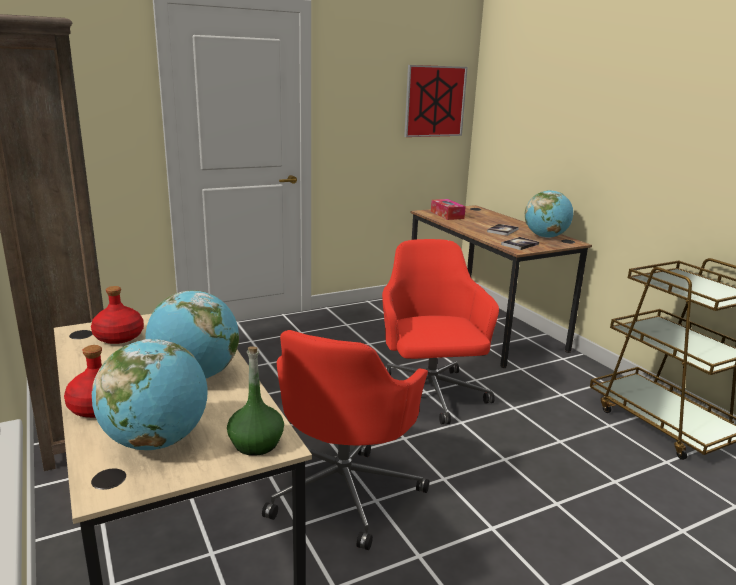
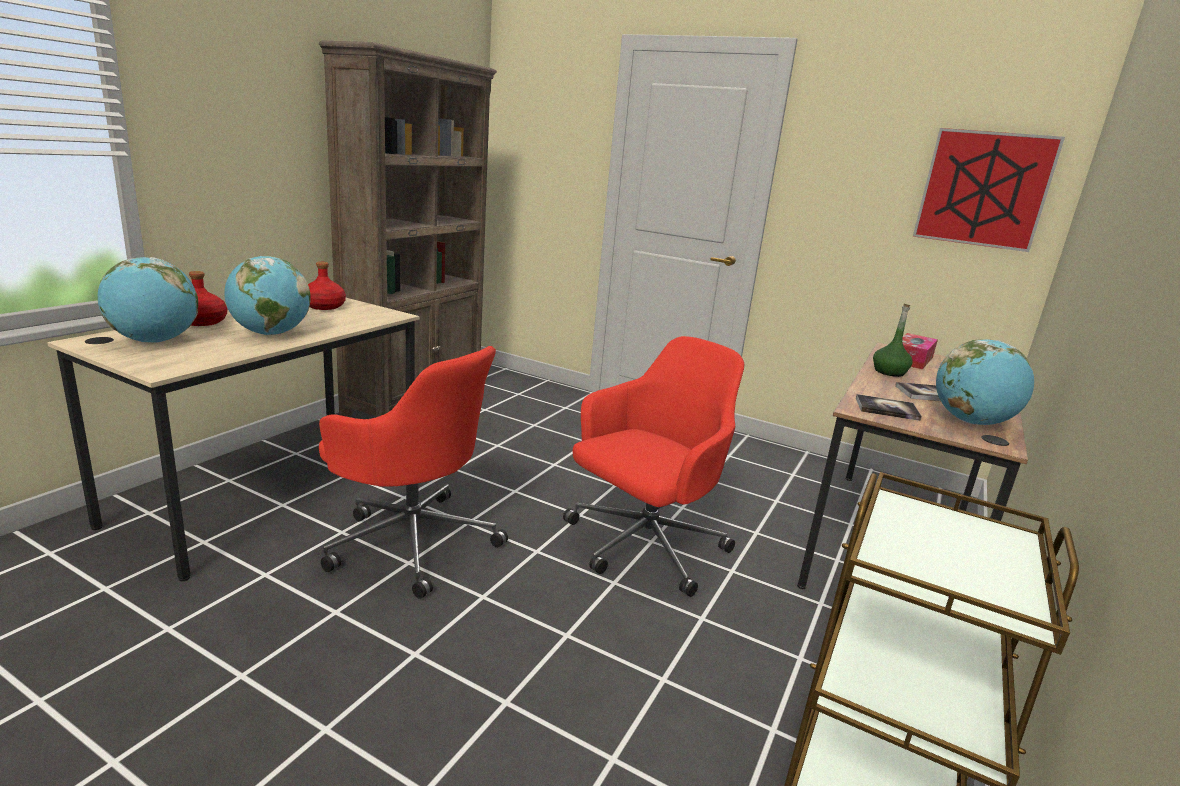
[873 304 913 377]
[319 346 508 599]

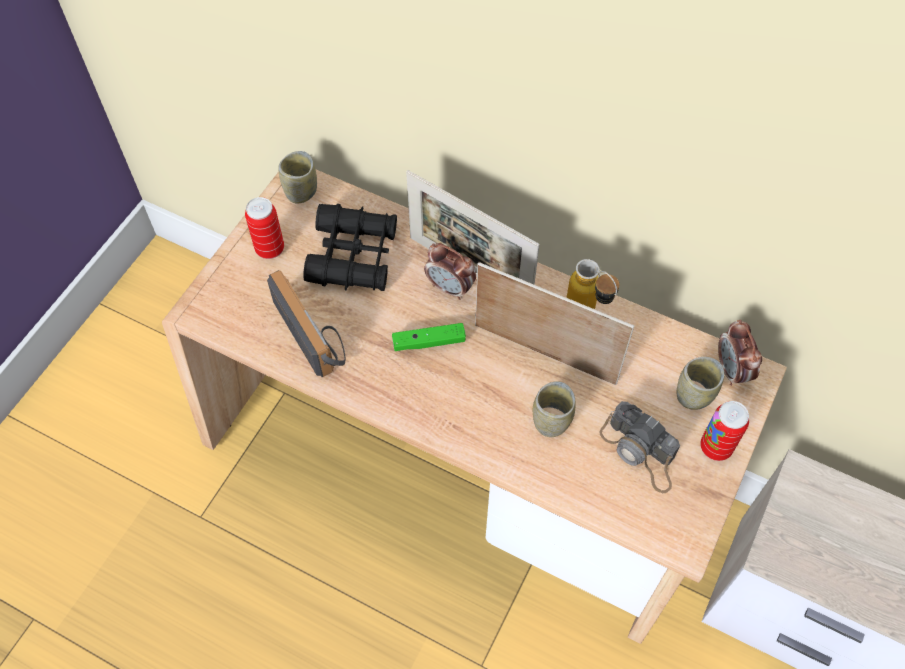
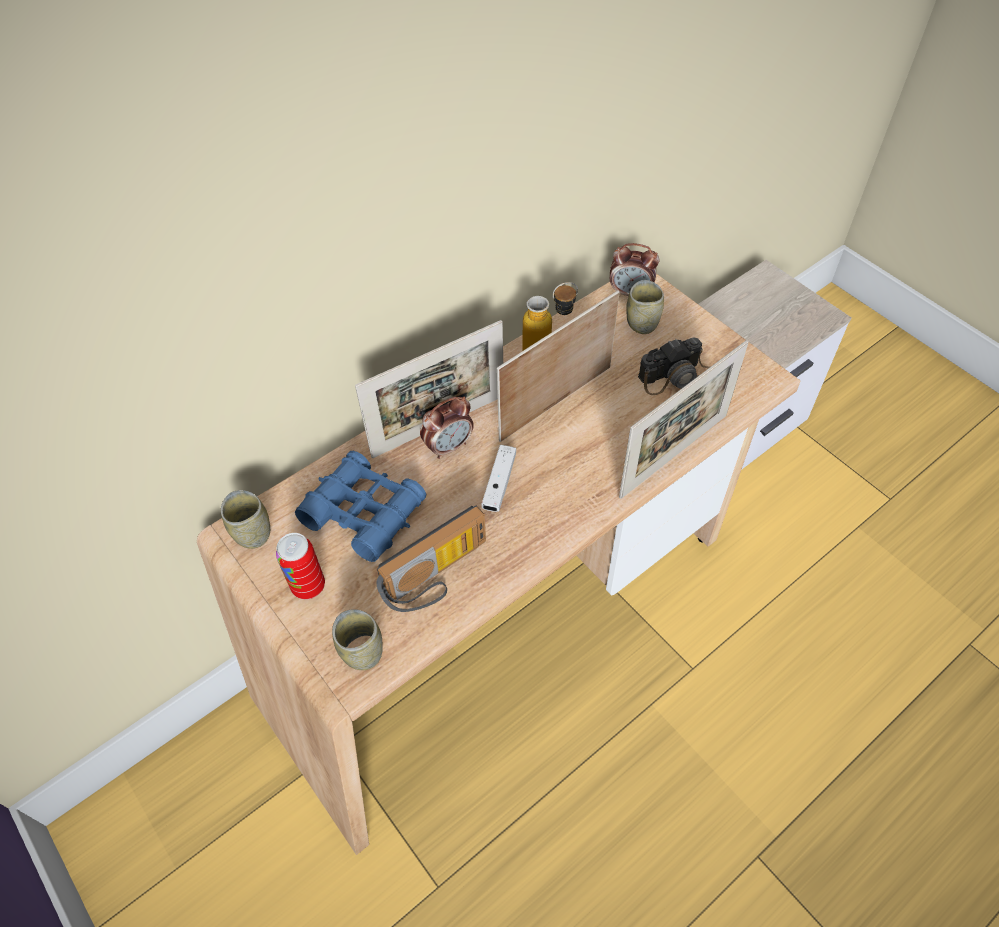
[700 401 749 461] (first image)
[619 340 749 499]
[332 609 383 670]
[295 451 426 562]
[481 445 516 512]
[377 505 486 612]

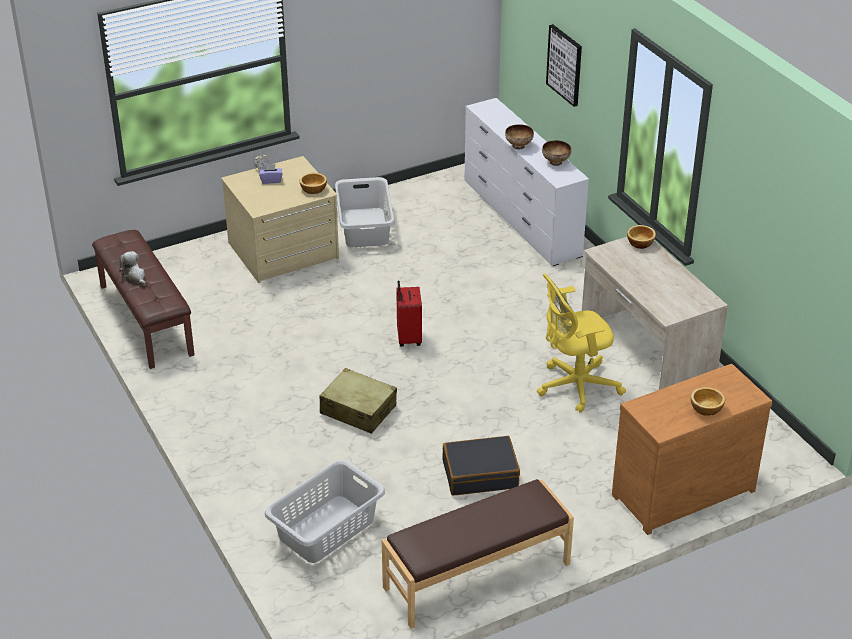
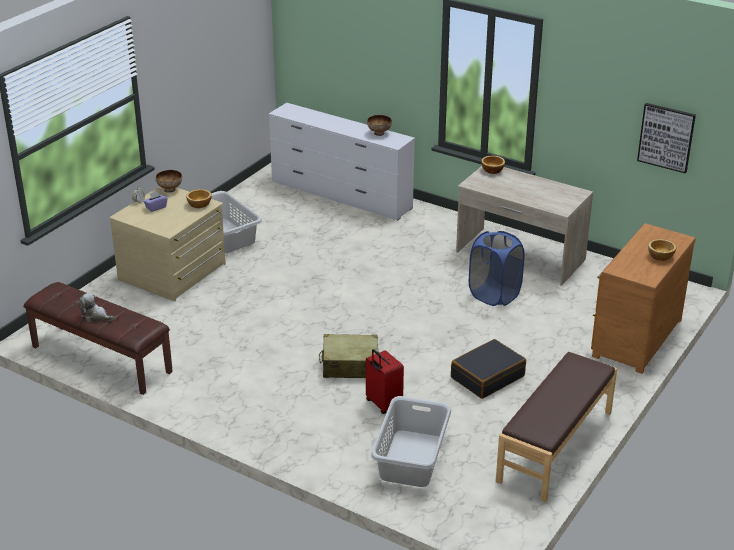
[366 349 404 414]
[156 170 182 193]
[637 103 696 173]
[469 231 524 306]

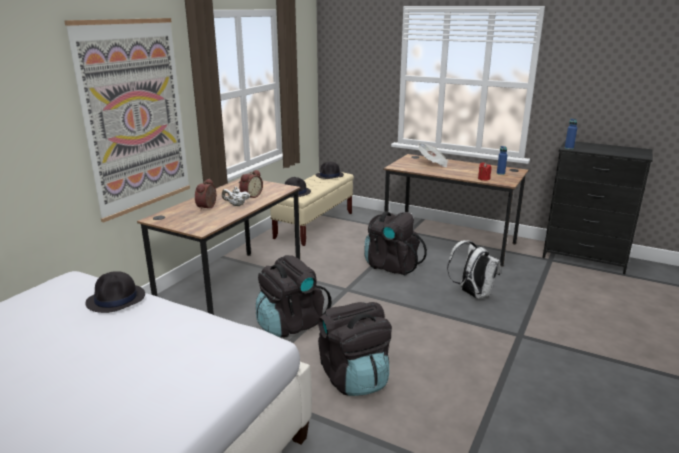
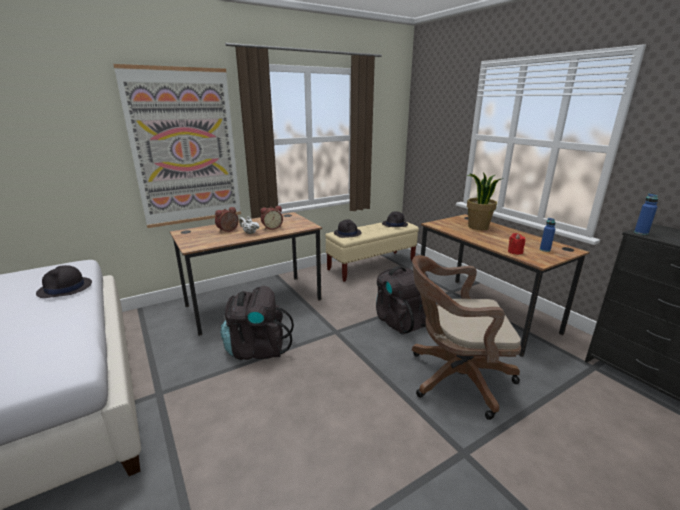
[318 302 392 396] (first image)
[467 172 504 230]
[412 255 521 420]

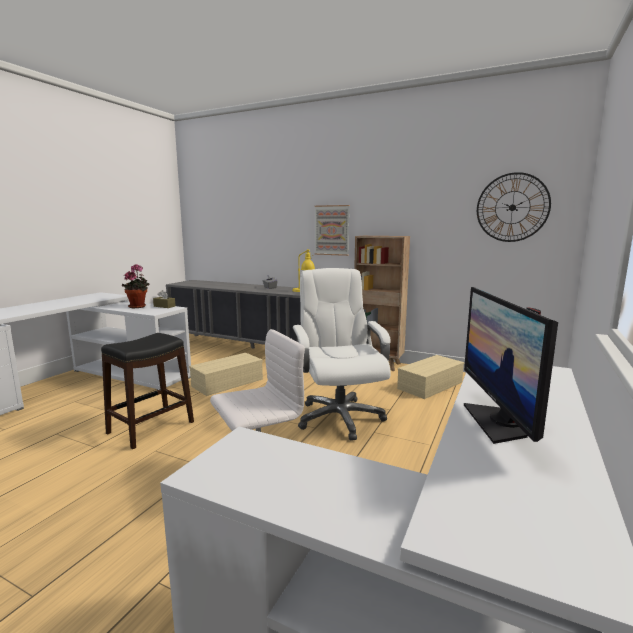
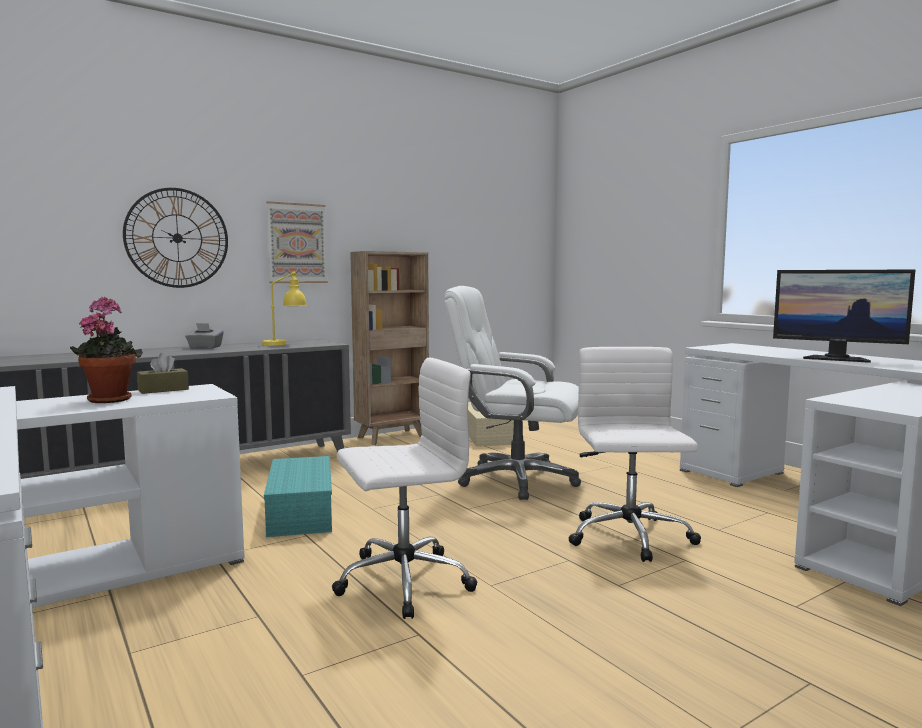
[123 188 228 288]
[332 358 477 619]
[264 456 332 537]

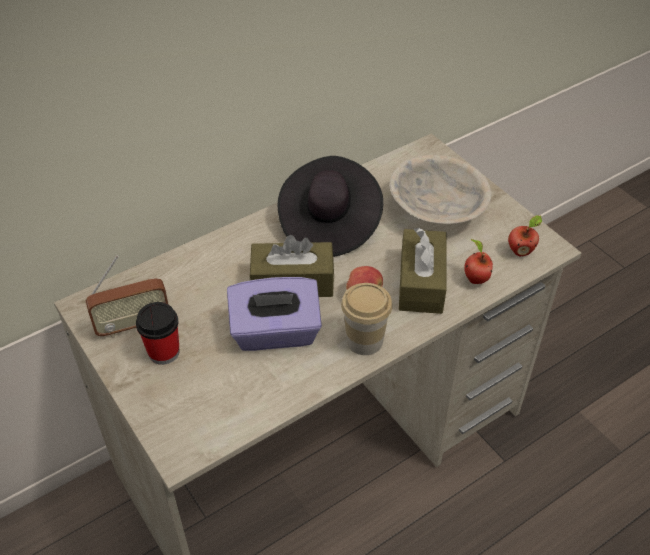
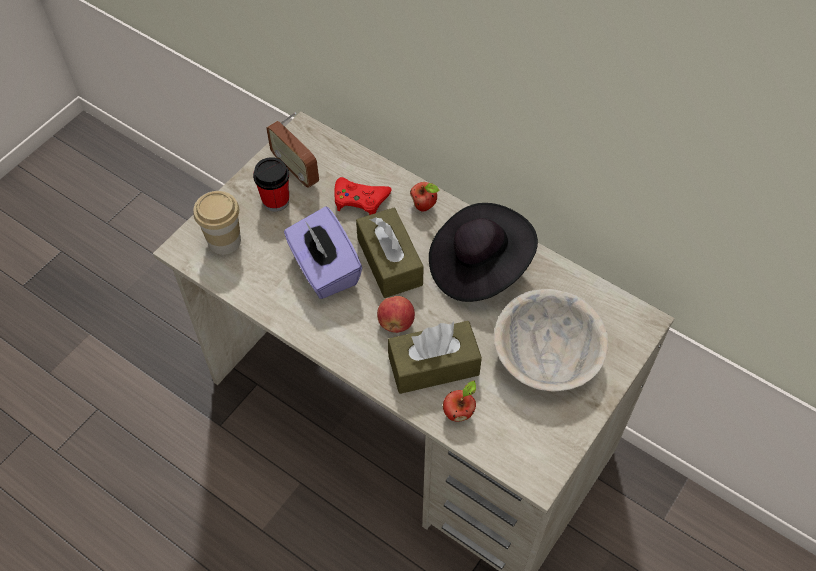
[334 177 392 215]
[194 191 241 255]
[410 182 440 212]

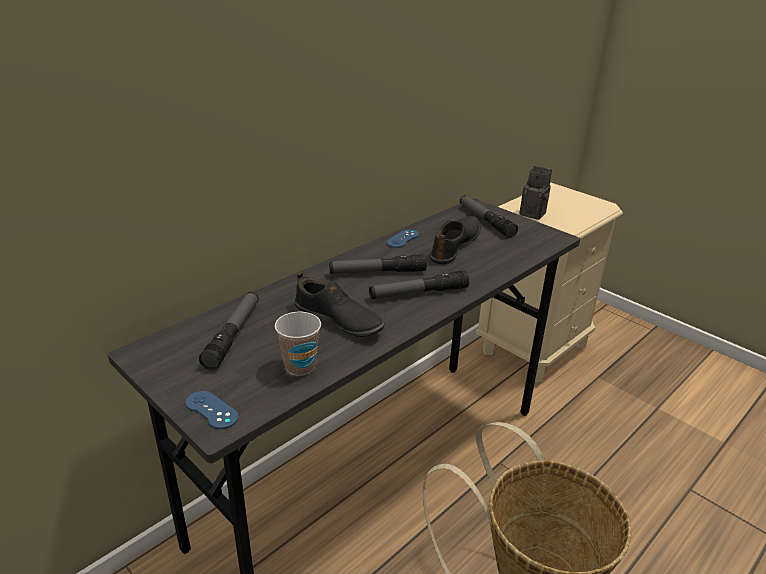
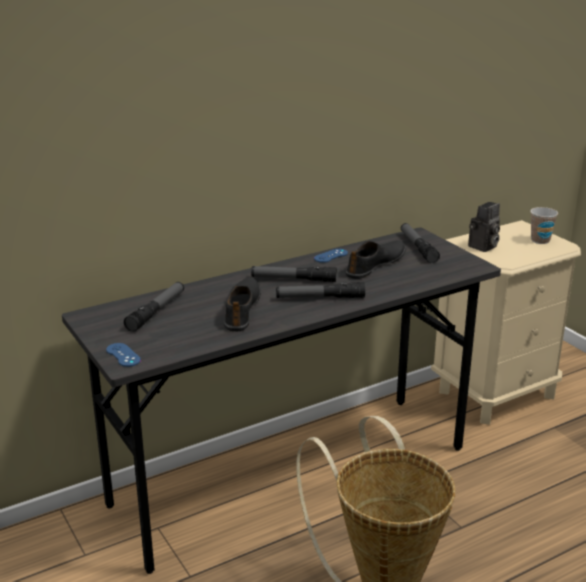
[530 207 558 244]
[224 277 261 331]
[468 202 500 252]

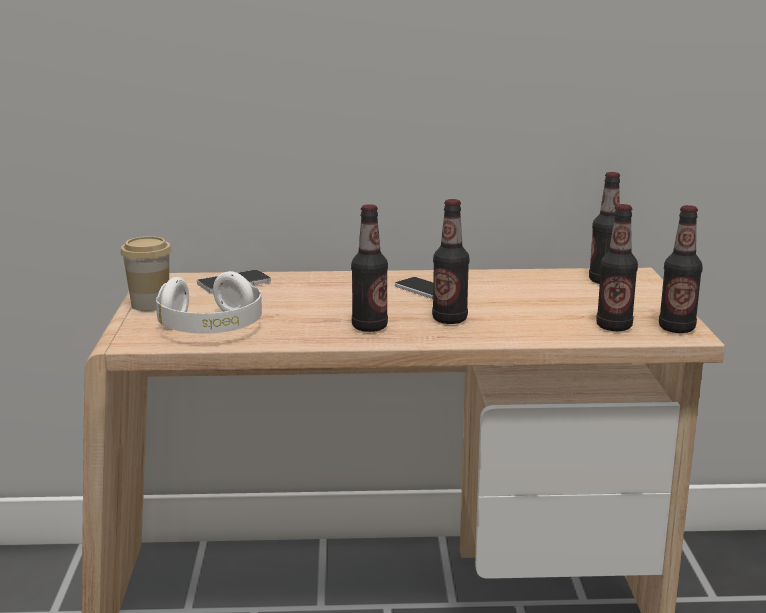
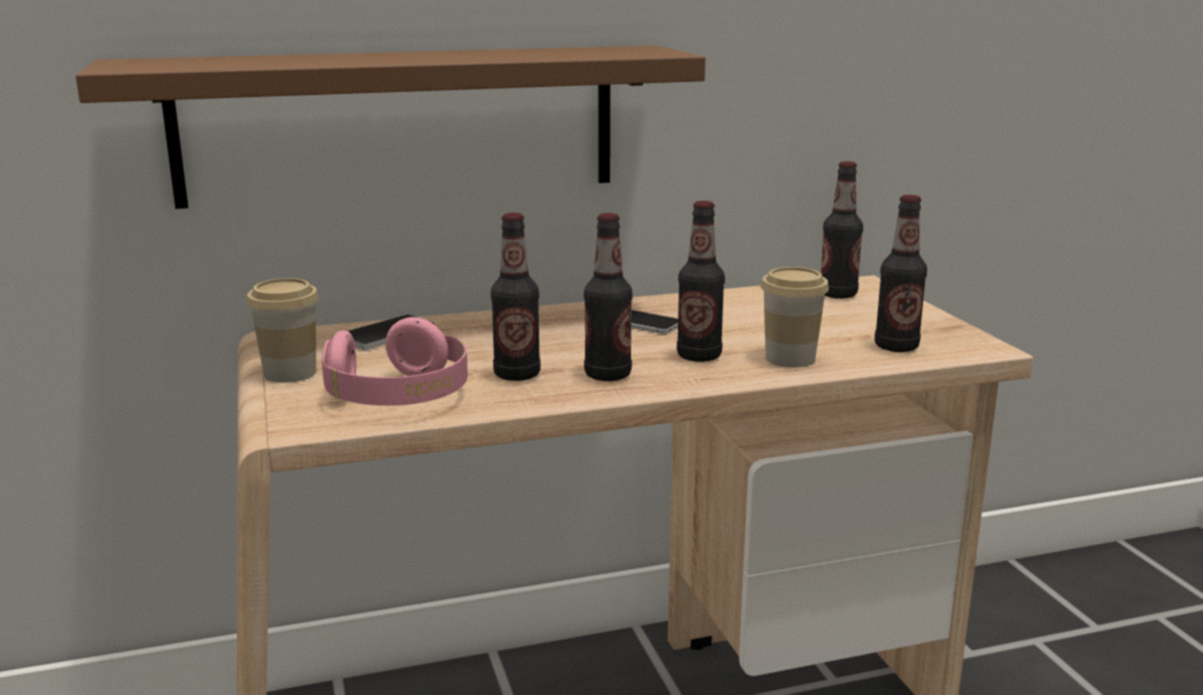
[76 46 705 209]
[761 267 829 367]
[491 213 541 381]
[322 317 468 406]

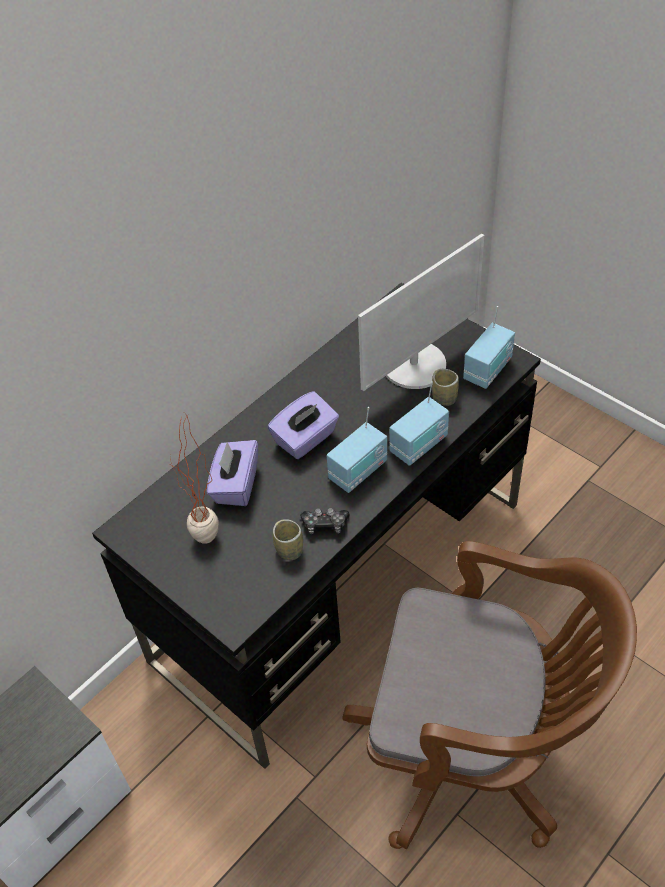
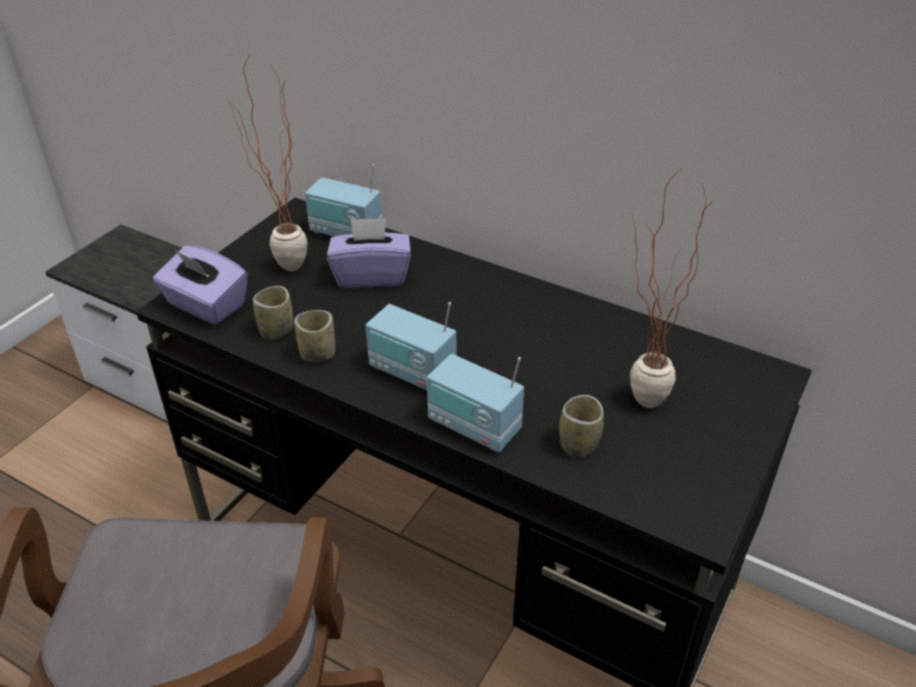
[153 246 247 325]
[305 164 382 237]
[294 310 335 362]
[630 169 713 408]

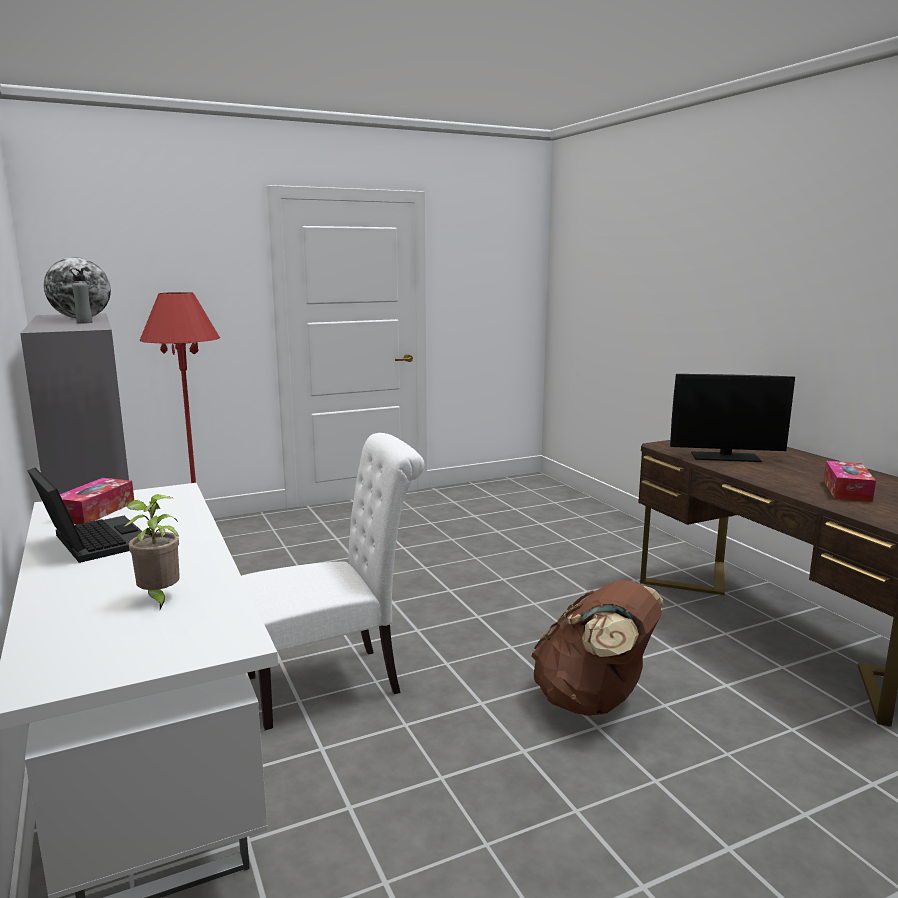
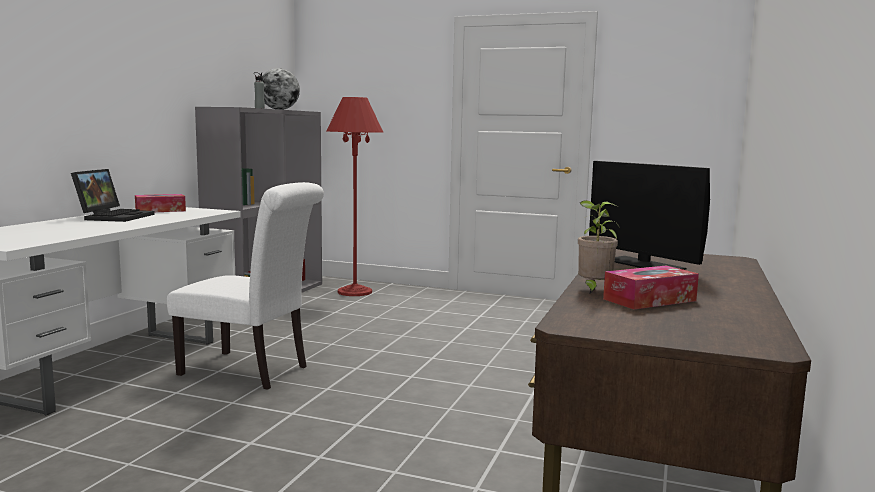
[531 581 664 716] (first image)
[578 200 620 295]

